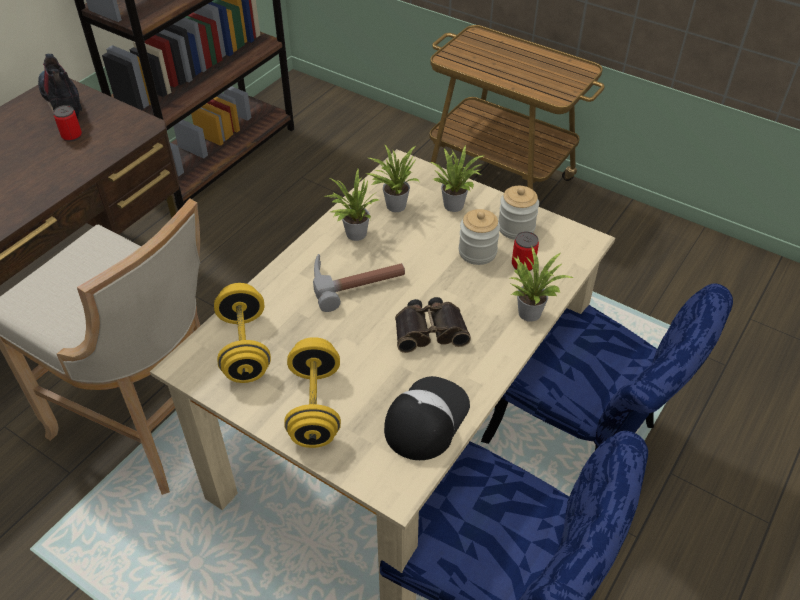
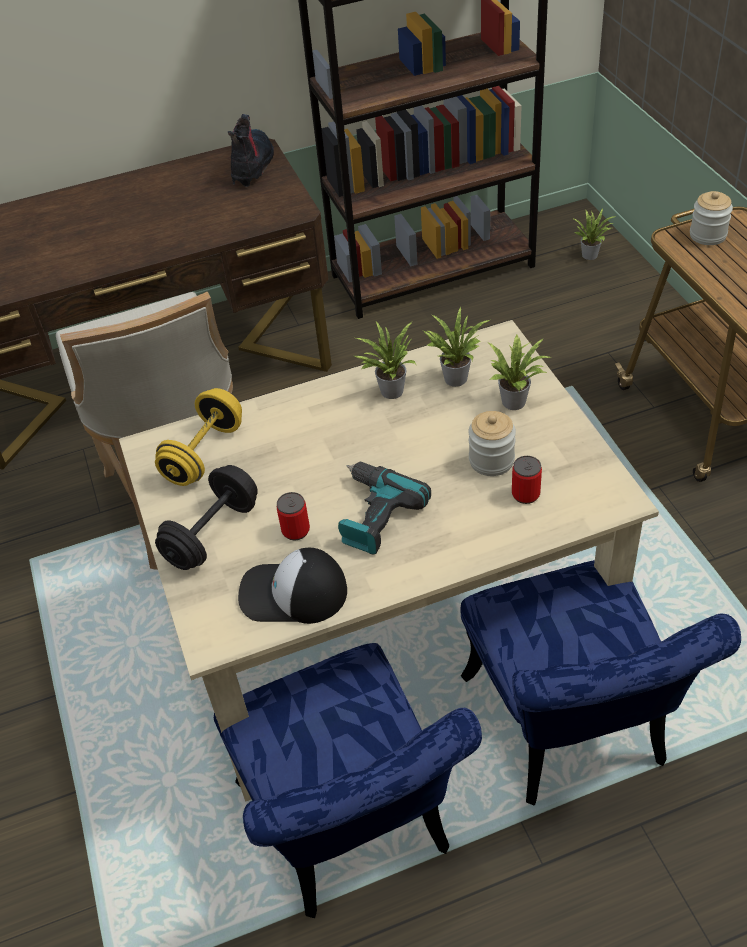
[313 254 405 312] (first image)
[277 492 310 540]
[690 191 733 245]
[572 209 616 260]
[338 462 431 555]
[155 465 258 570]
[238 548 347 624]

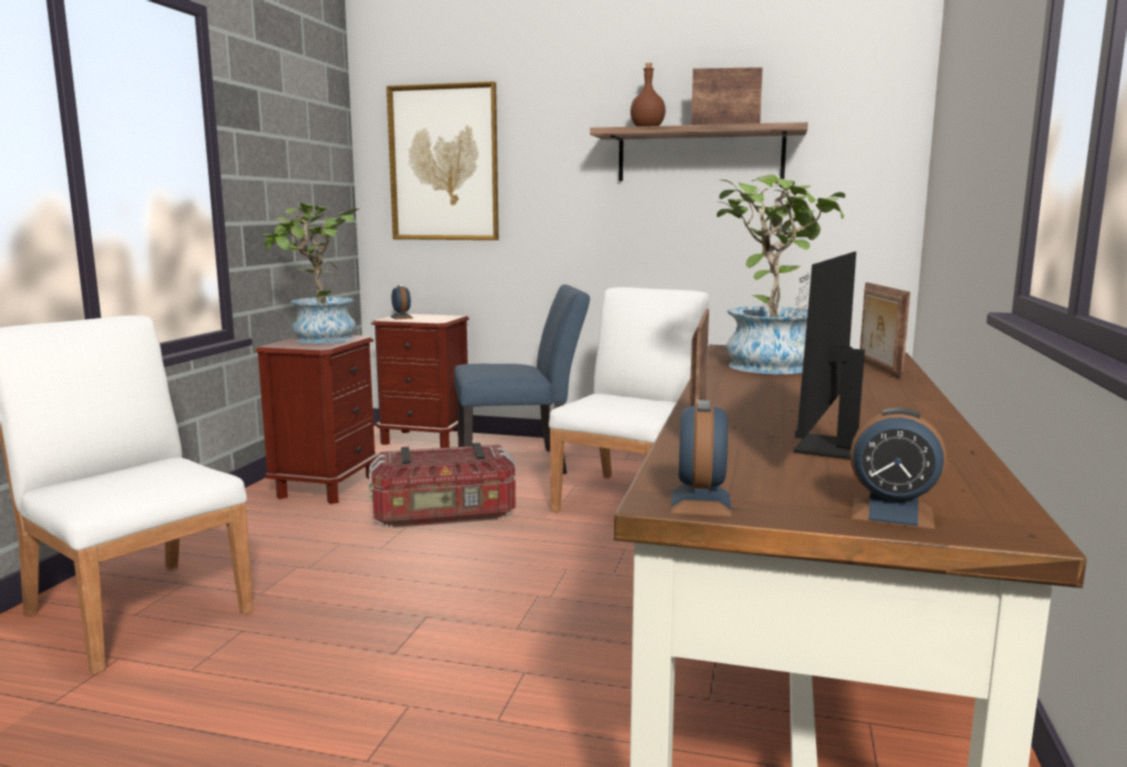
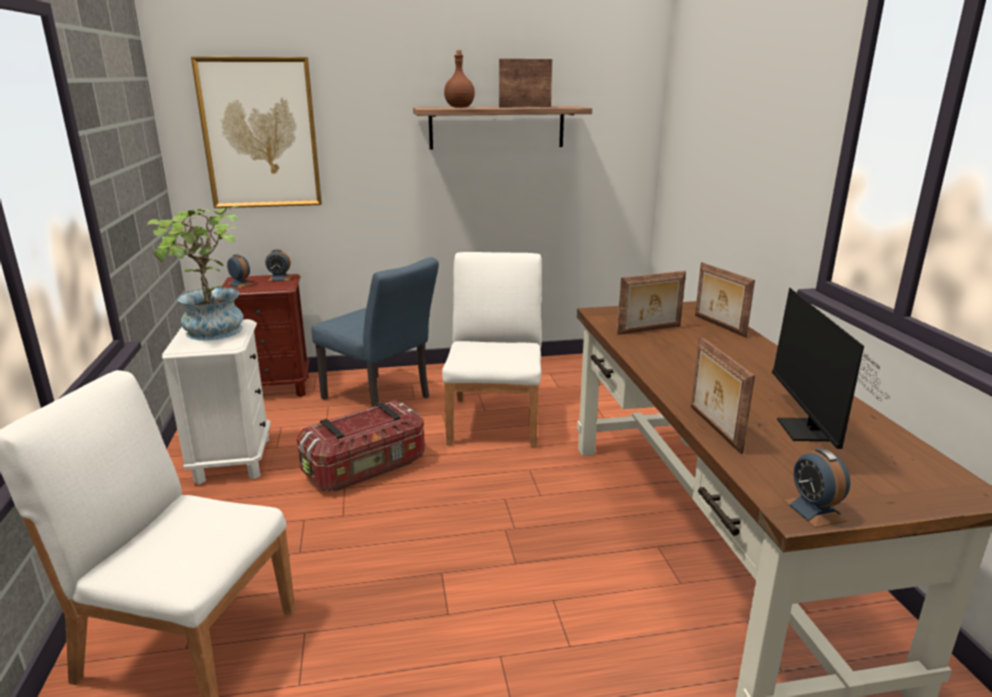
[265 249 292 281]
[617 271 686 335]
[162 319 271 485]
[311 257 439 407]

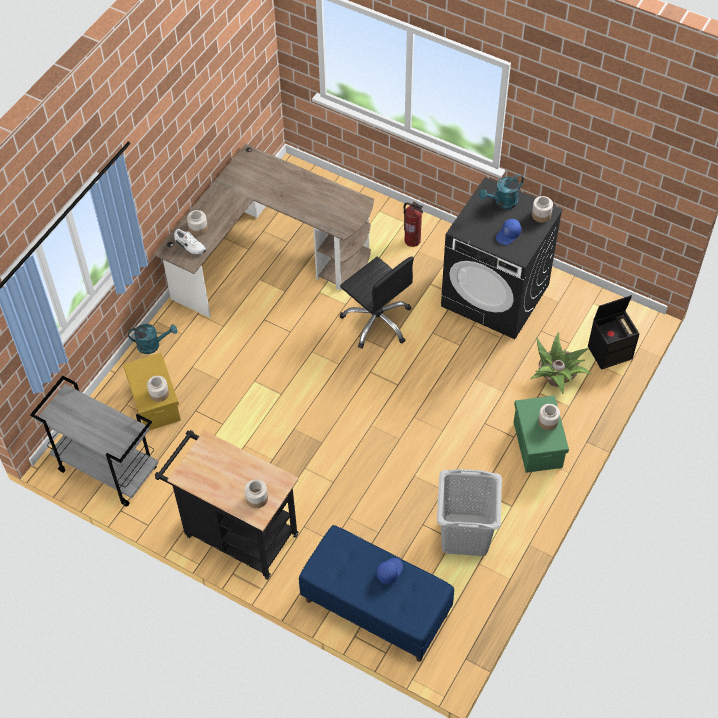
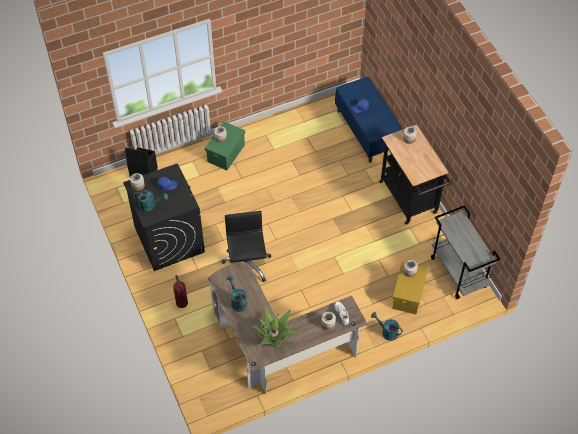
[437 469 502 556] (first image)
[227 276 247 312]
[249 306 301 351]

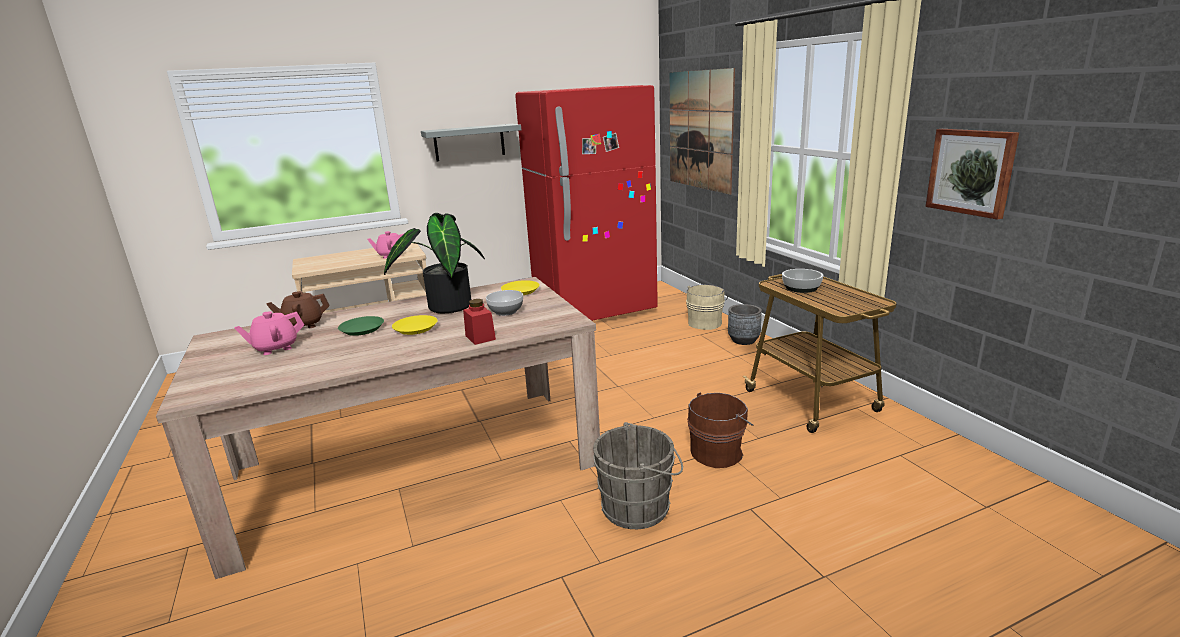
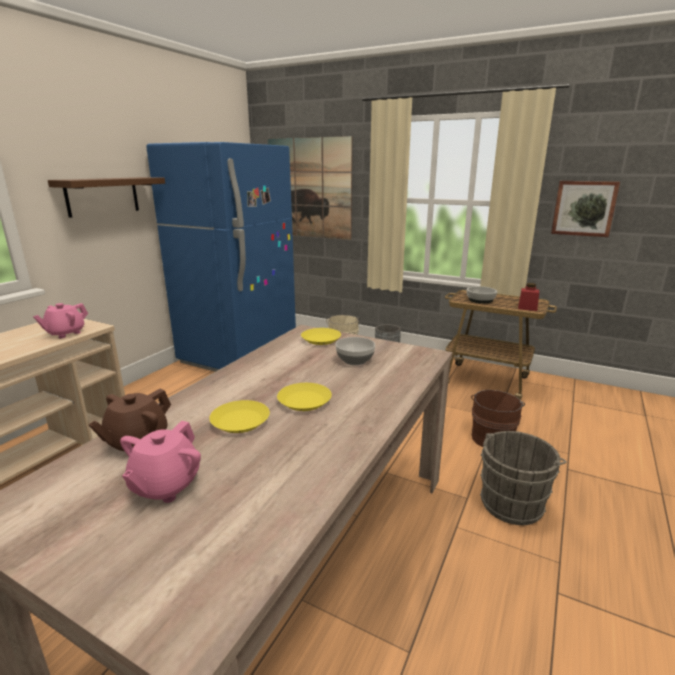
[384 213 485 313] (first image)
[518 283 539 311]
[209 400 270 433]
[48 177 165 218]
[146 142 296 372]

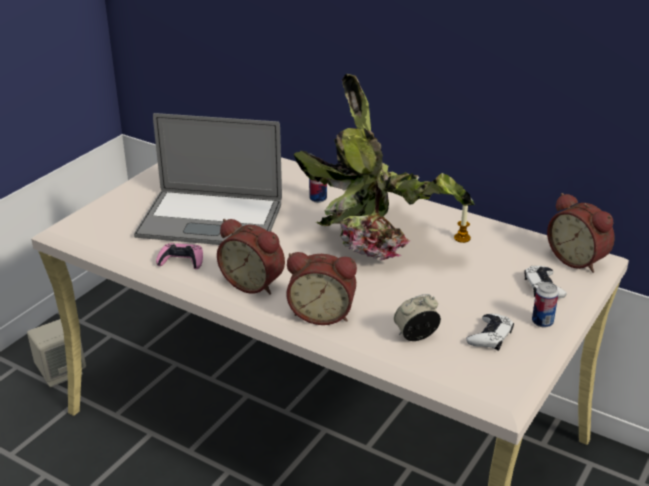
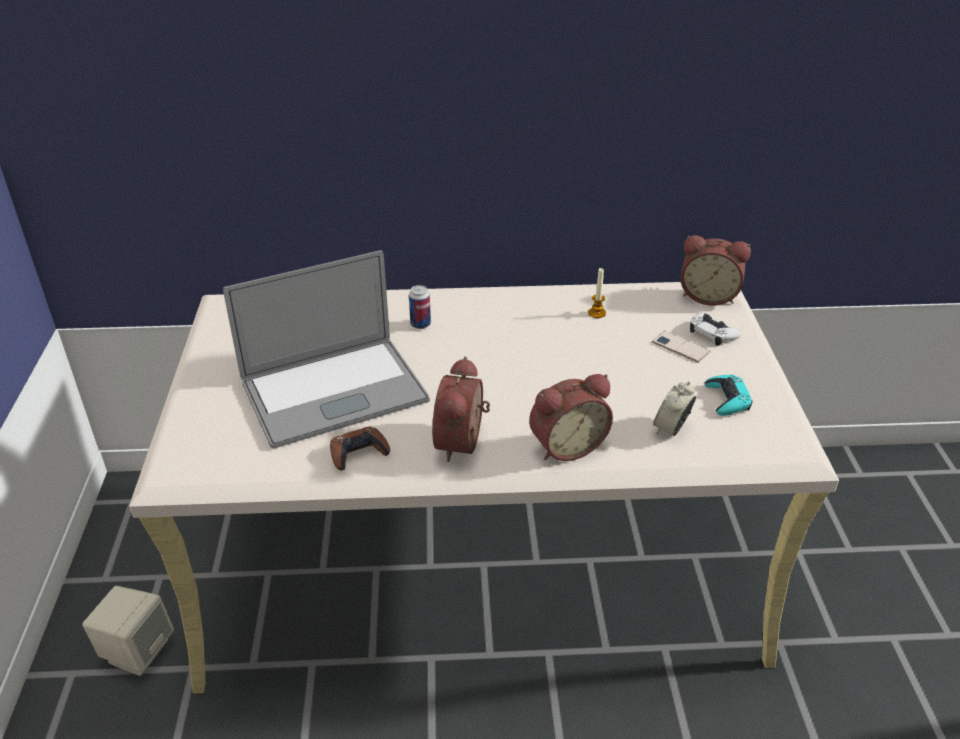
[294 74 475 260] (first image)
[532 282 558 327] (first image)
[652 331 711 363]
[330 427 390 470]
[705 375 753 416]
[432 357 490 462]

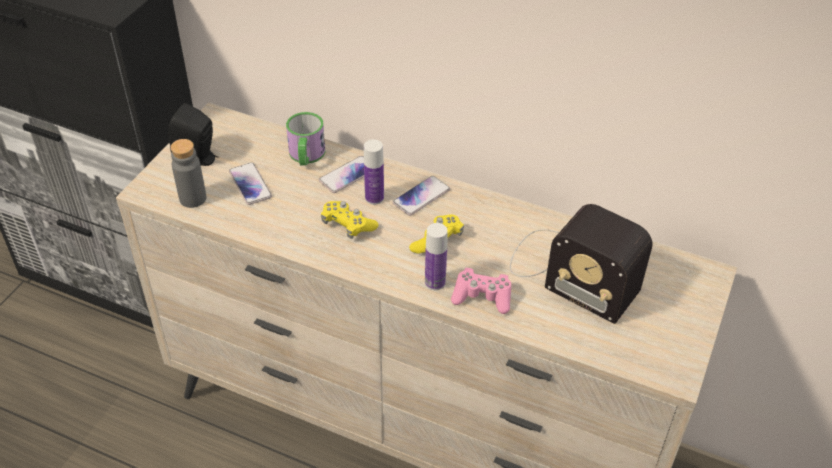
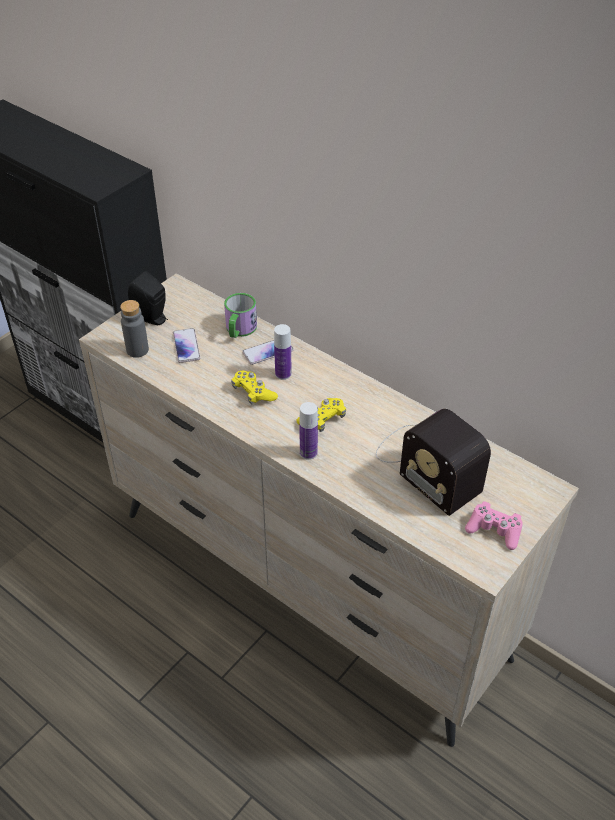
[393 176 450 216] (first image)
[465 501 523 550]

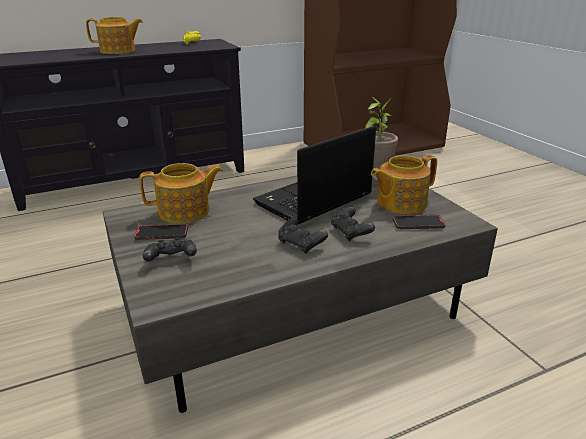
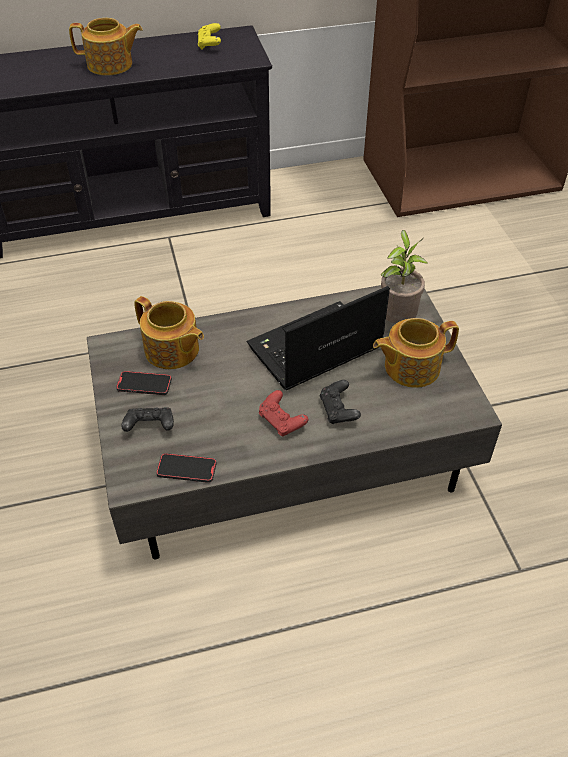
[156 453 217 483]
[259 390 308 436]
[134 296 204 369]

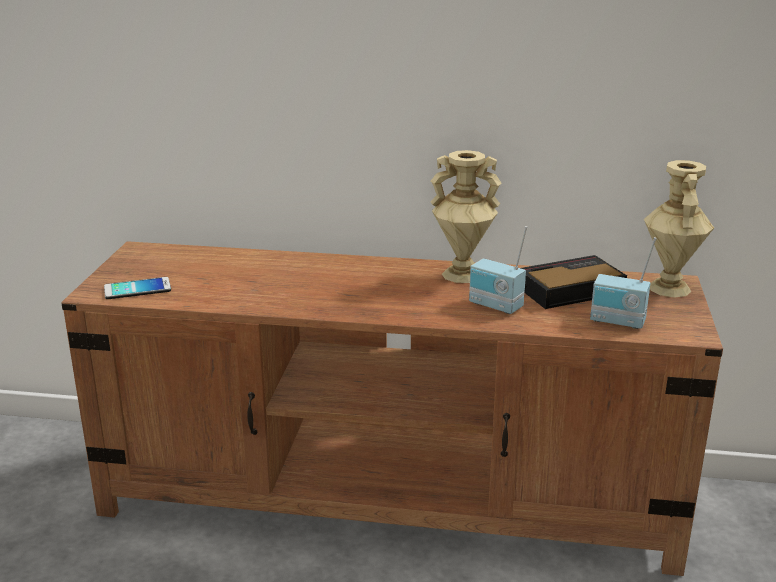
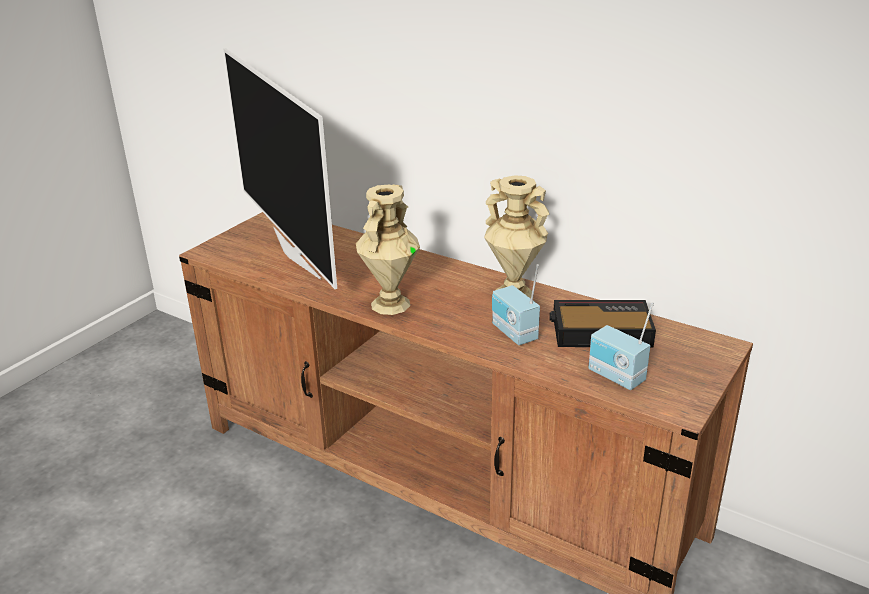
[104 277 171 299] (first image)
[224 48 337 289]
[356 184 420 315]

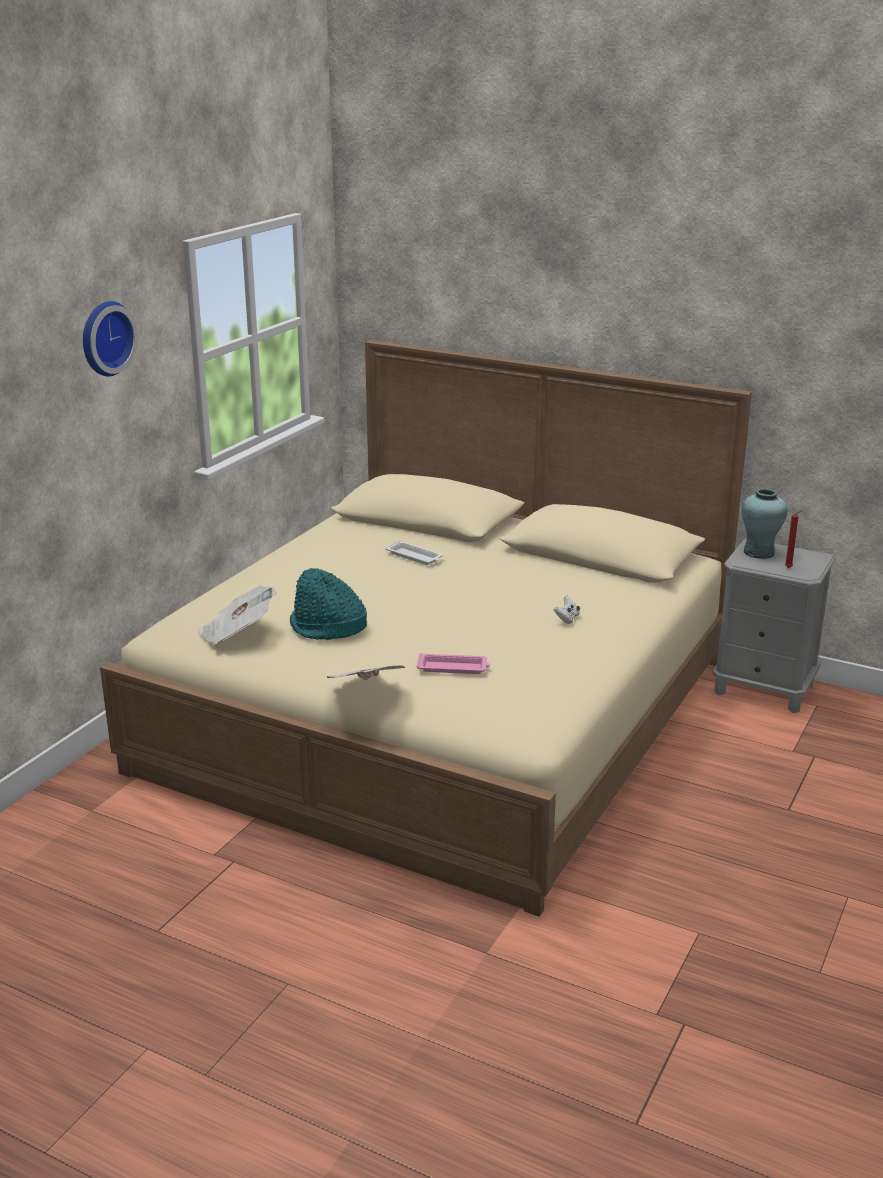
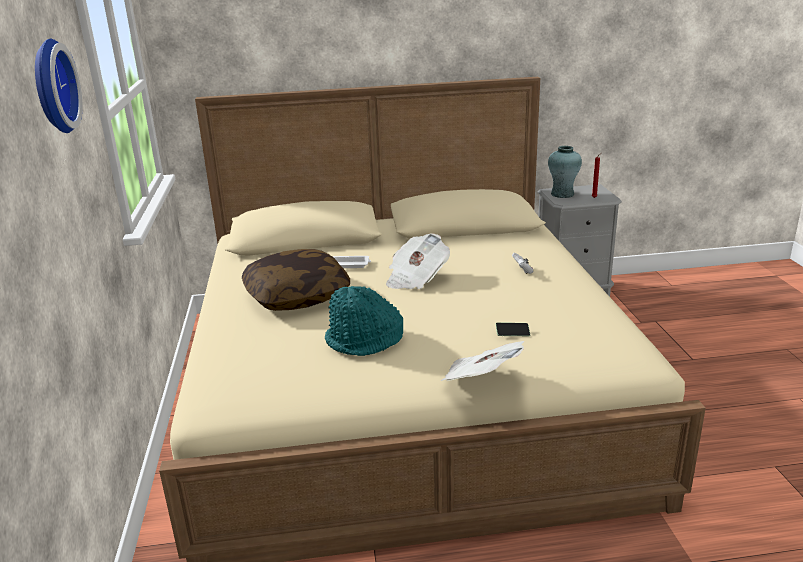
[242 249 350 311]
[386 233 450 289]
[495 322 530 336]

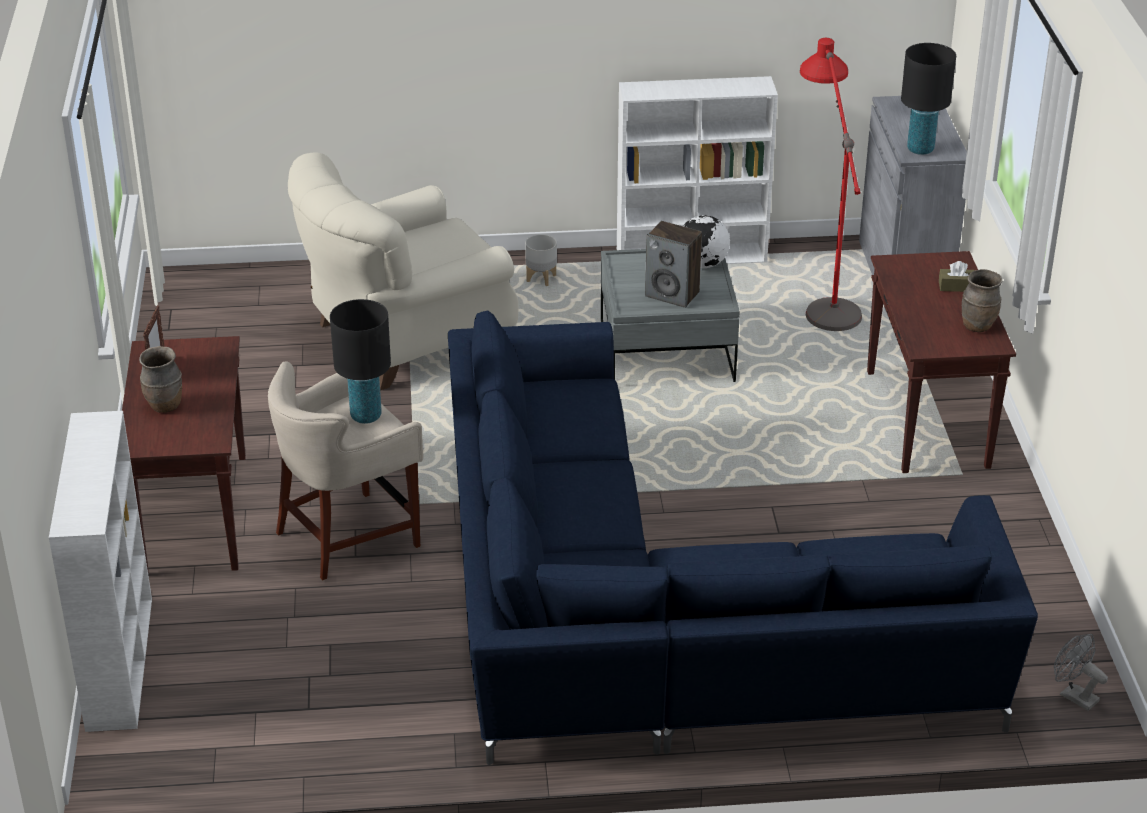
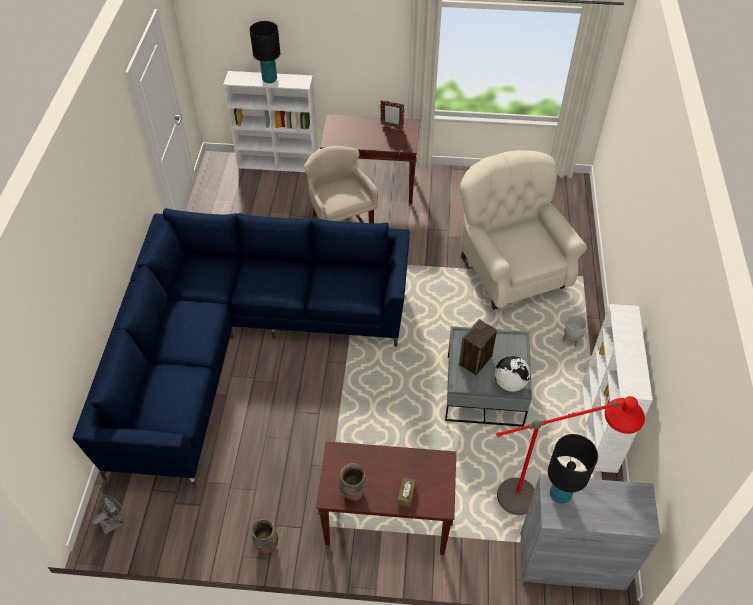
[252 519 278 554]
[250 21 280 83]

